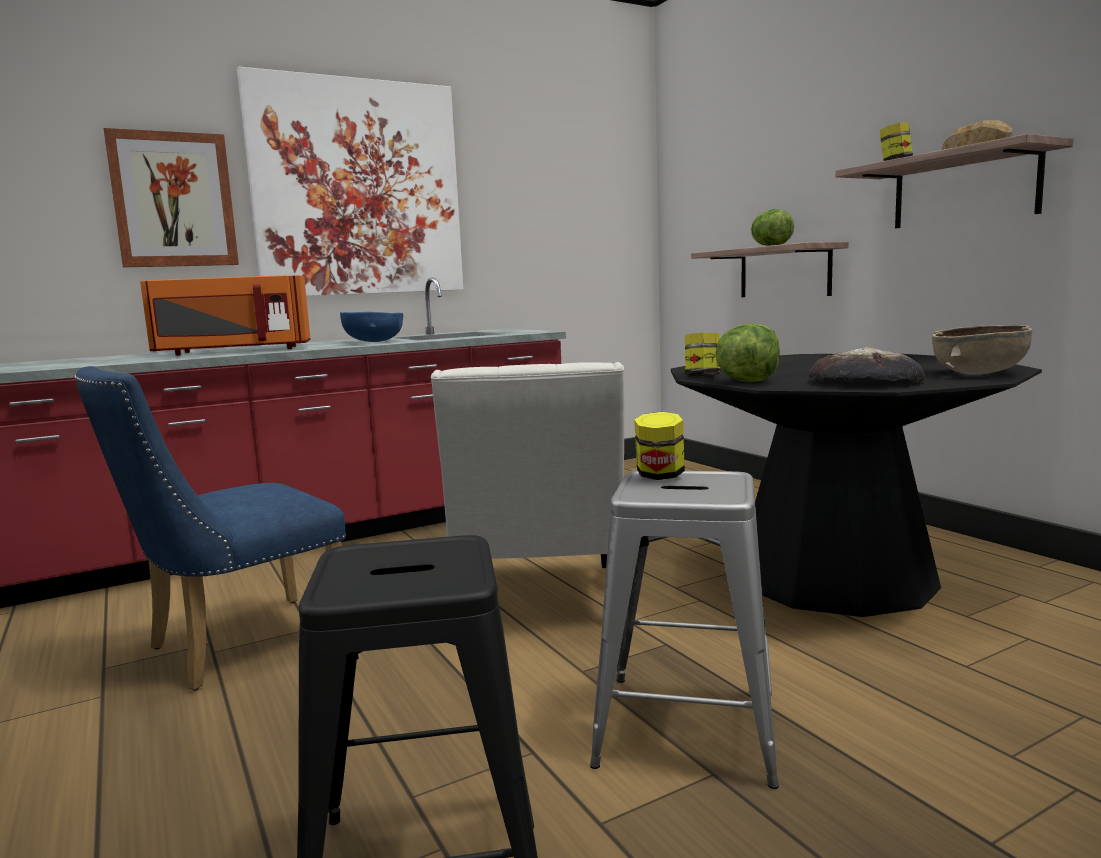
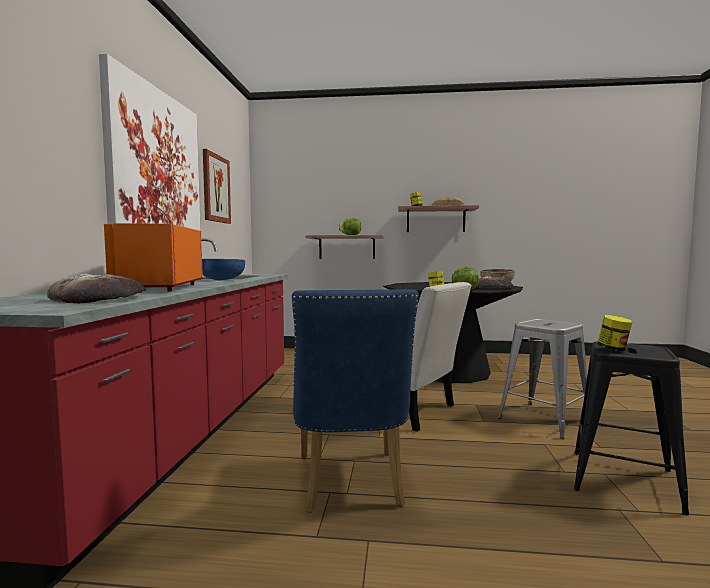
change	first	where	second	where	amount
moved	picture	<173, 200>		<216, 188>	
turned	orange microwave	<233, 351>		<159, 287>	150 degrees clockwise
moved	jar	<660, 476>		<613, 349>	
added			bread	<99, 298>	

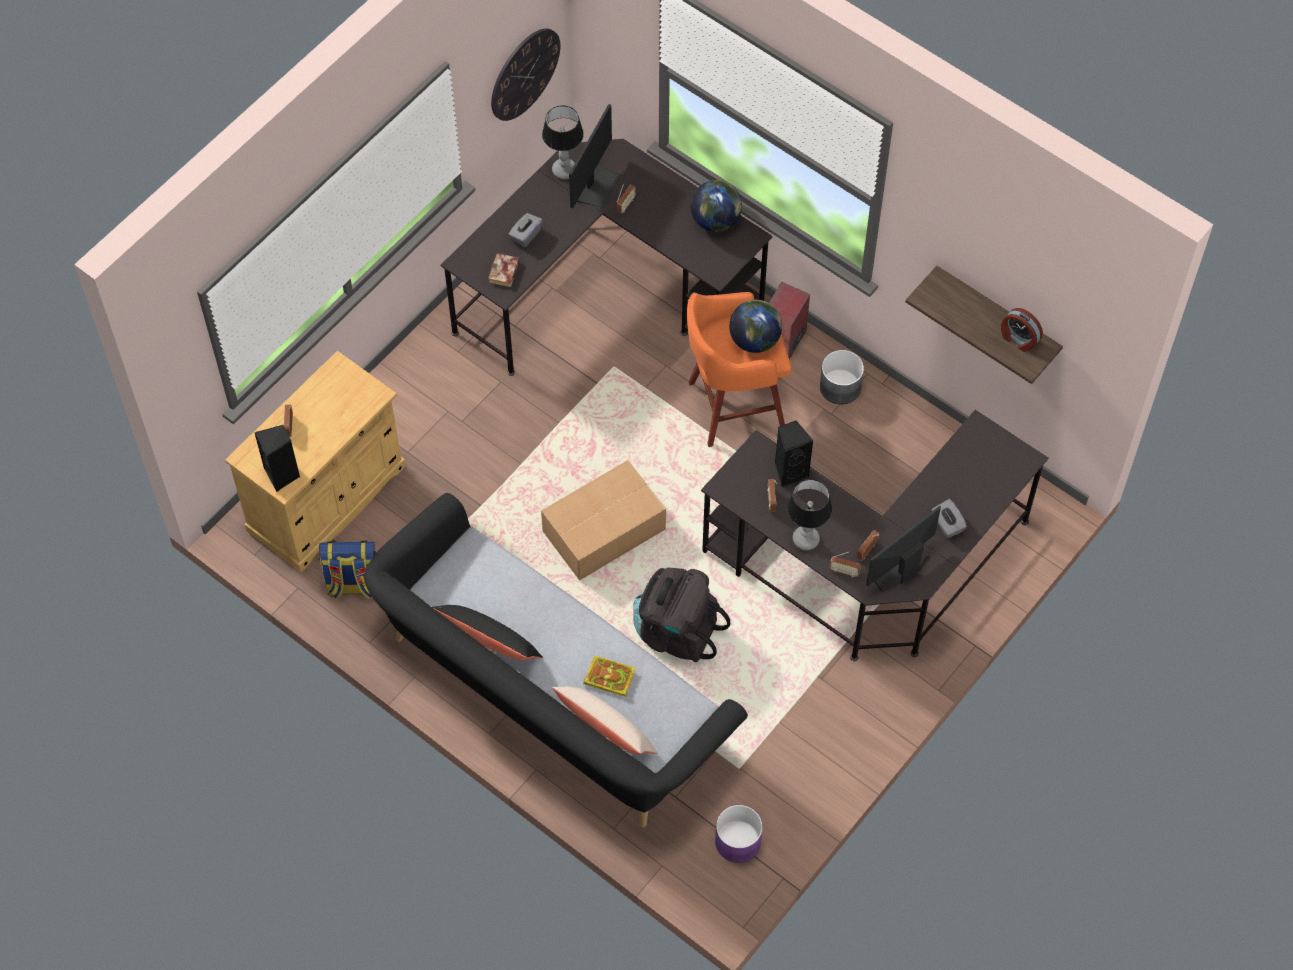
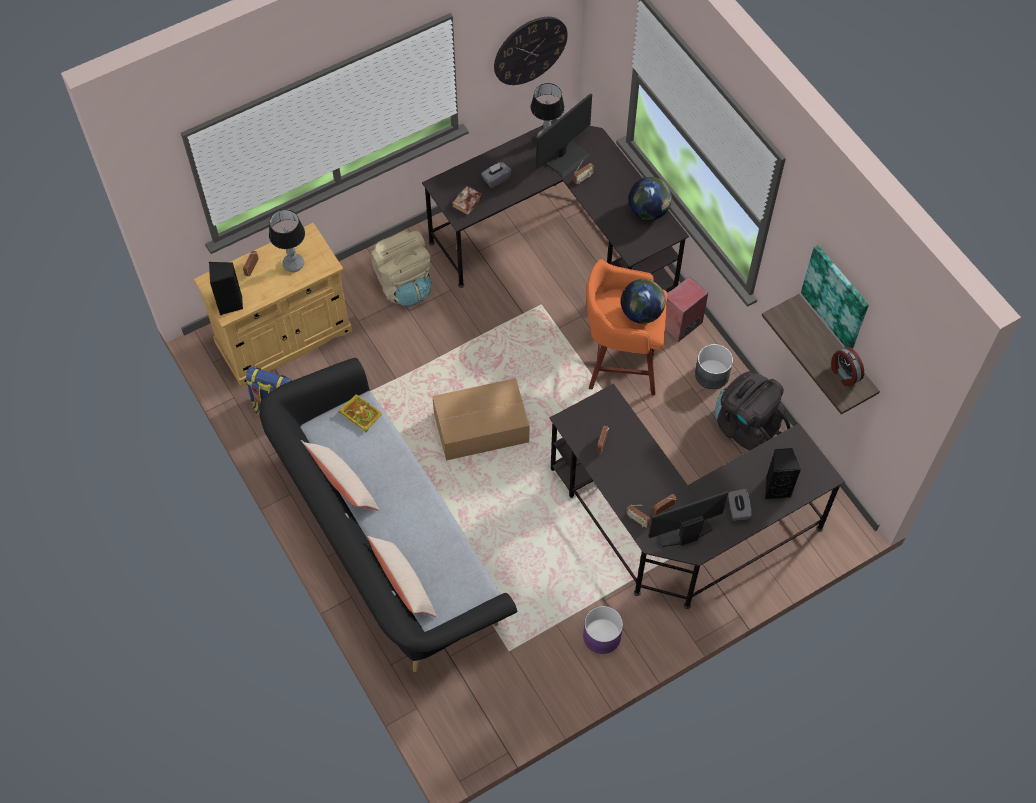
change	first	where	second	where	amount
recoloured	black pillow	<489, 643>	beige pillow	<343, 485>	
moved	book	<608, 678>		<359, 414>	
moved	black backpack	<676, 631>		<746, 426>	
moved	purple planter	<737, 841>		<601, 636>	
moved	black speaker	<790, 471>		<776, 488>	
moved	table lamp	<806, 539>		<294, 264>	
added			beige backpack	<404, 284>	
added			picture	<836, 297>	

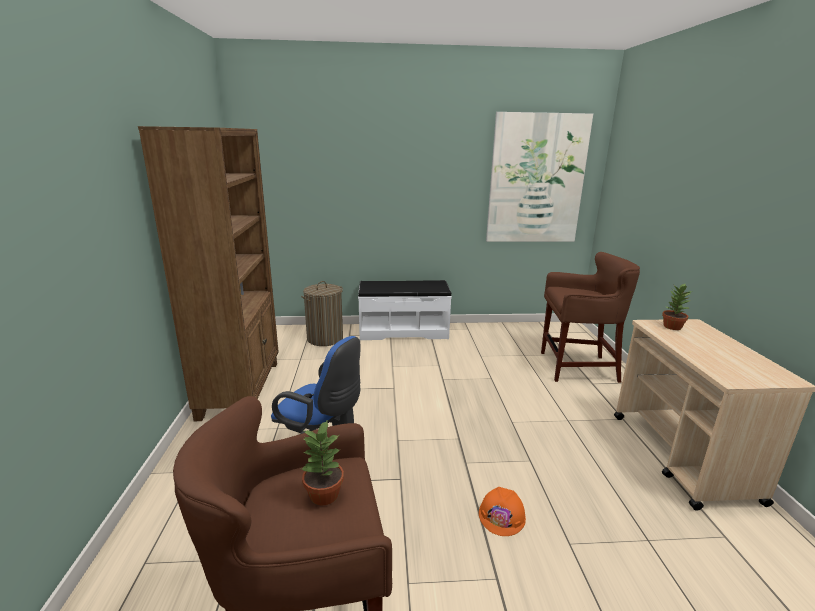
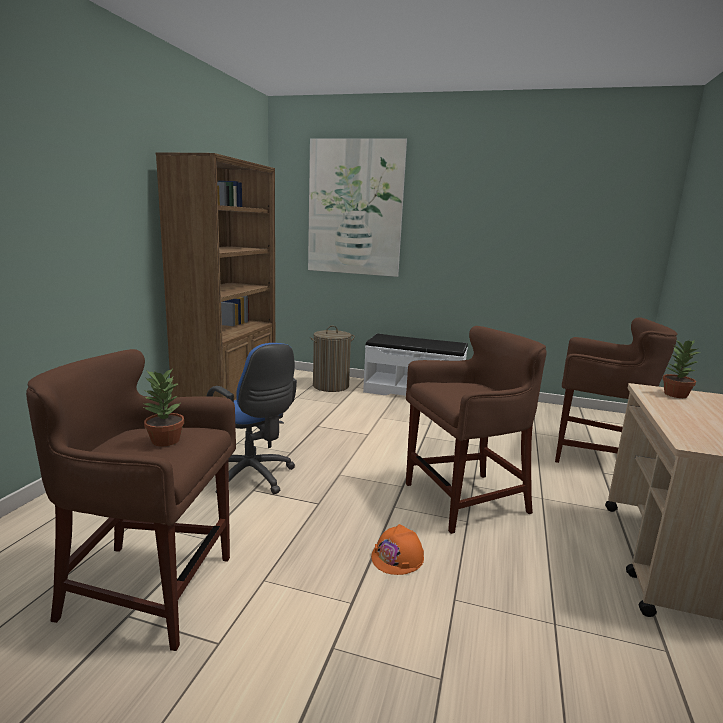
change	first	where	second	where	amount
moved	picture	<536, 179>		<355, 208>	
added			brown stool	<465, 500>	

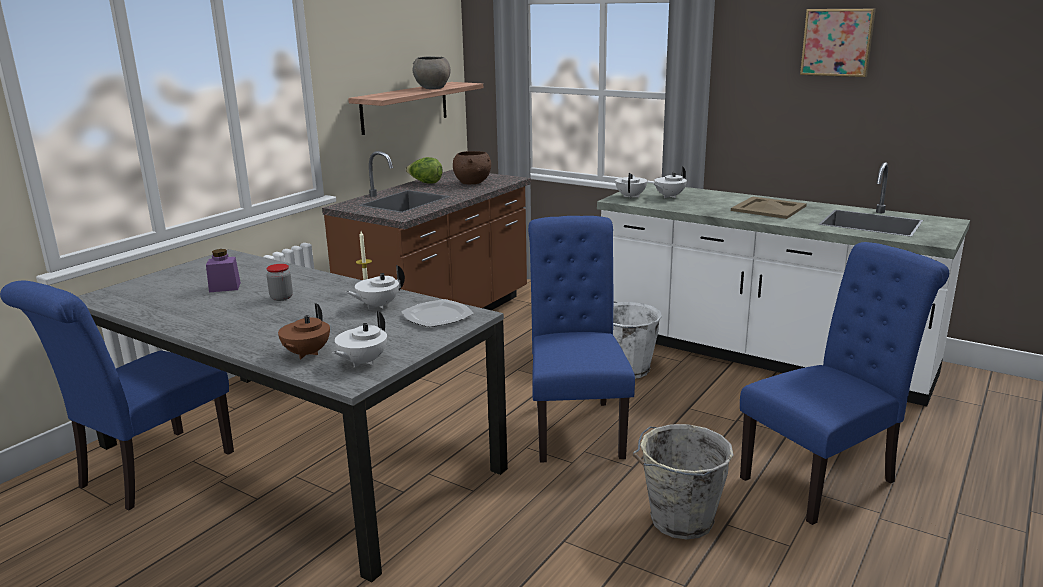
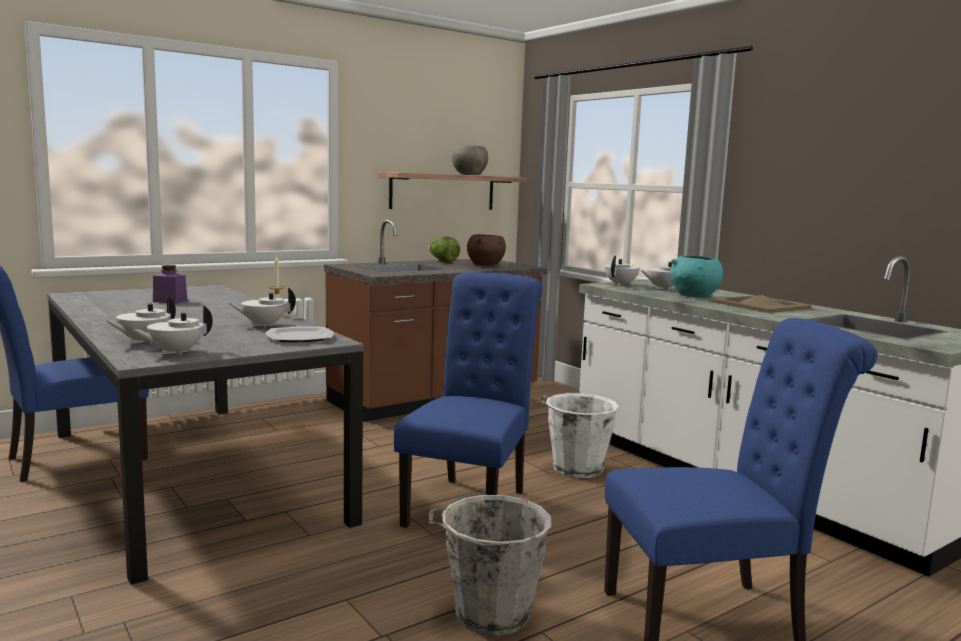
change	first	where	second	where	amount
removed	jar	<281, 298>			
recoloured	brown teapot	<306, 354>	white teapot	<143, 341>	
removed	picture	<837, 42>			
added			turquoise bowl	<694, 296>	

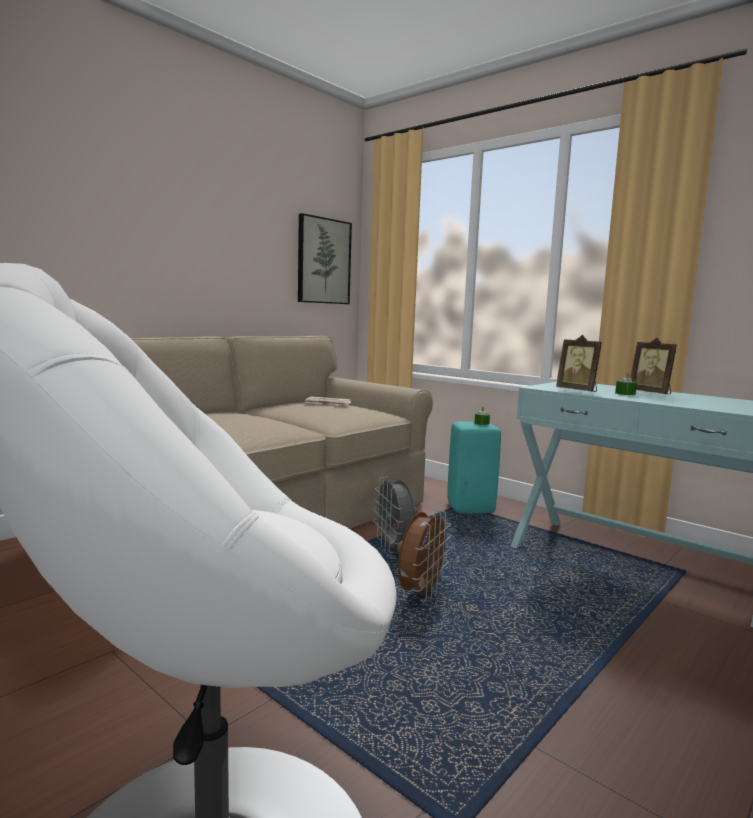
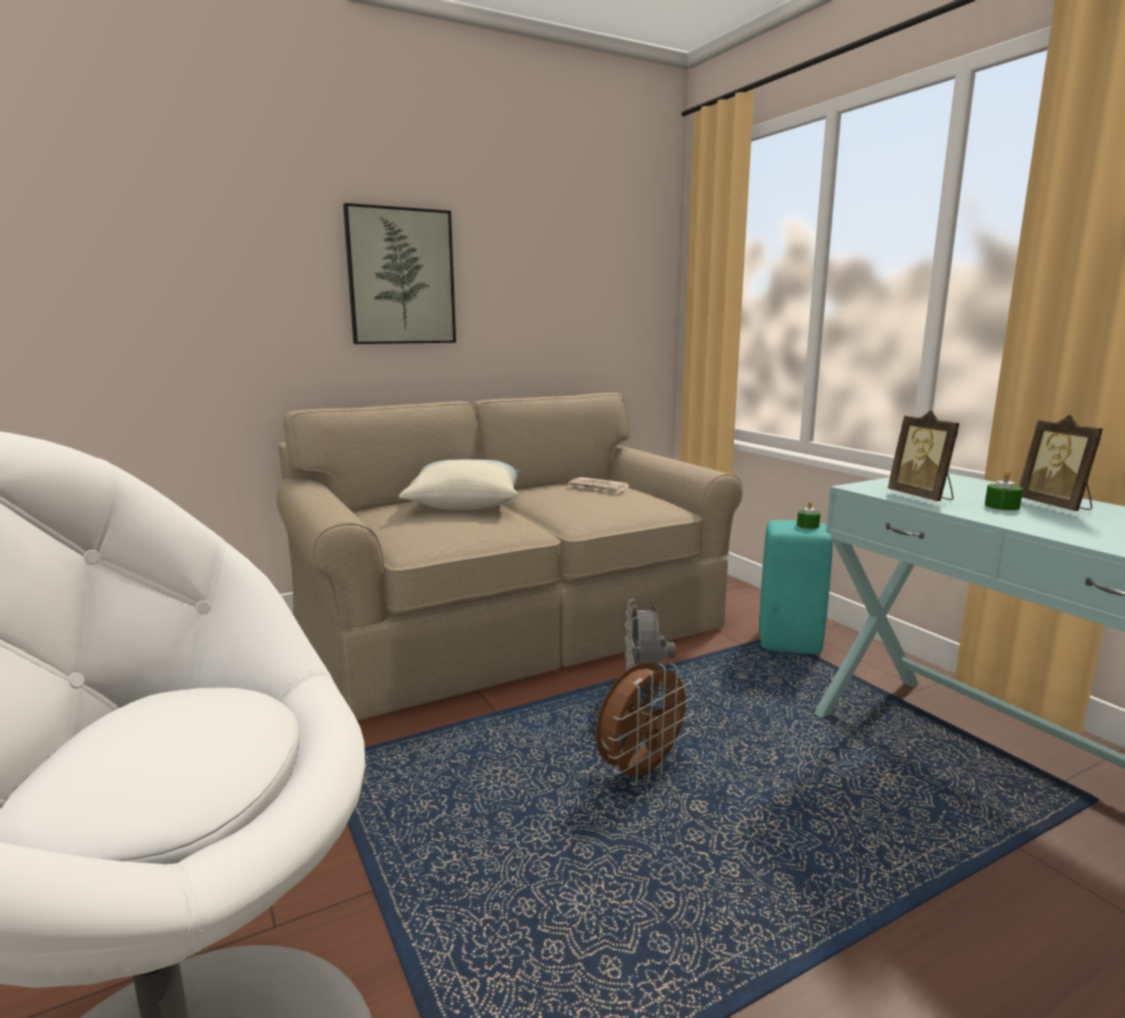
change	first	where	second	where	amount
moved	picture	<323, 261>		<401, 277>	
added			pillow	<465, 503>	

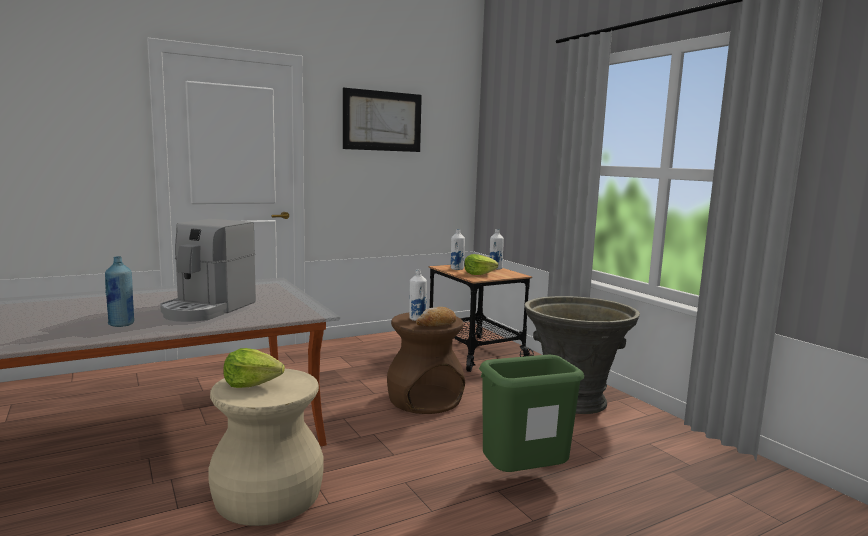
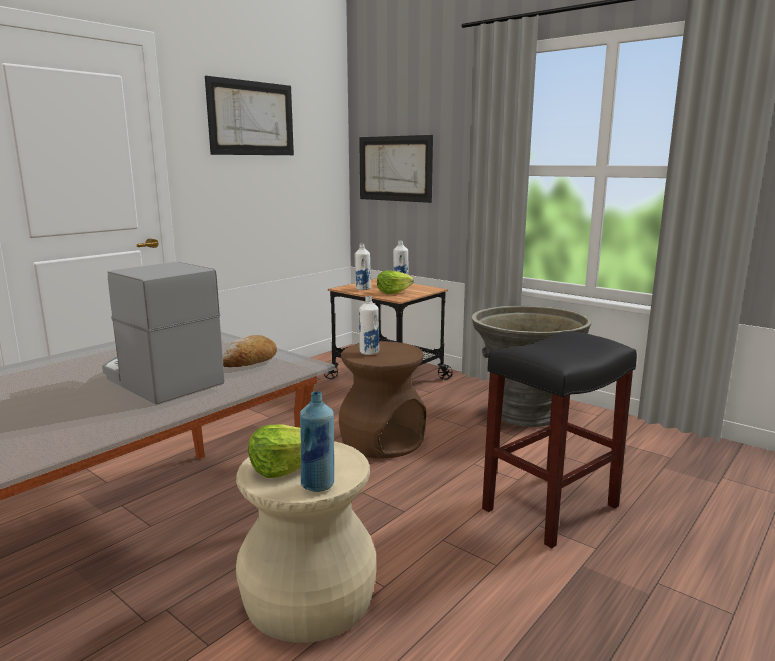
change	first	where	second	where	amount
moved	blue bottle	<121, 324>		<318, 485>	
turned	coffee machine	<208, 309>		<160, 380>	135 degrees clockwise
moved	bread	<436, 324>		<250, 362>	
replaced	green trash can	<524, 479>	black stool	<551, 506>	
added			picture	<395, 168>	

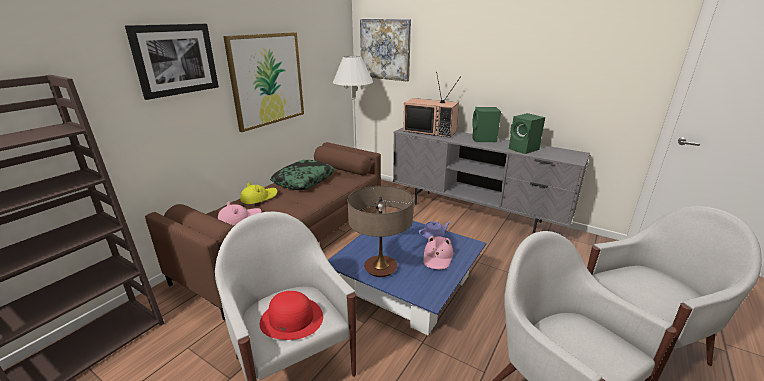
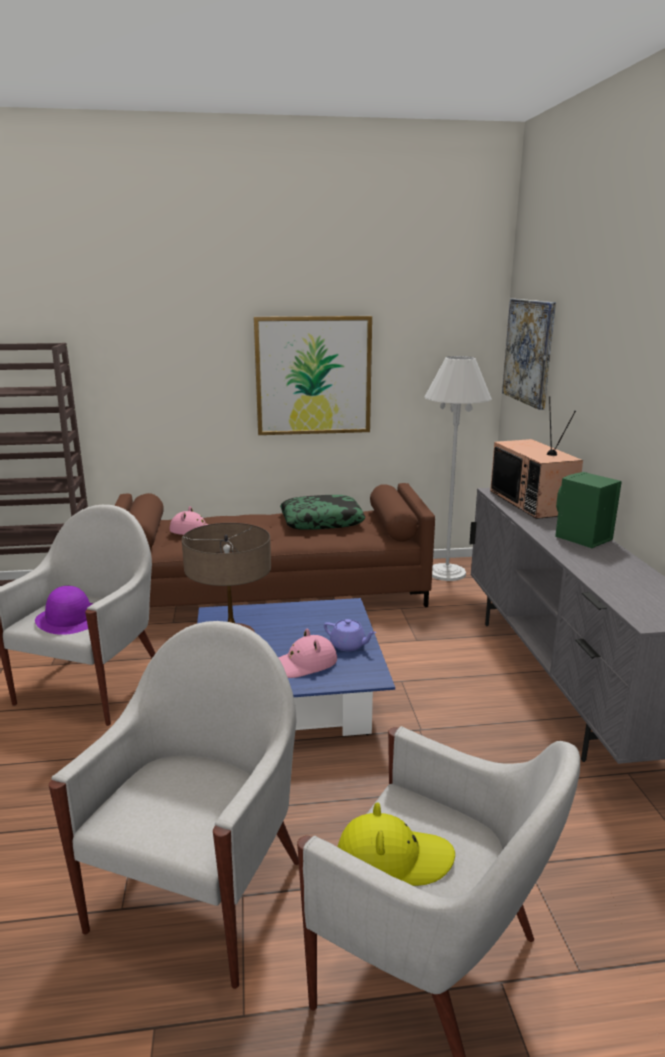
change	first	where	second	where	amount
removed	picture	<175, 59>			
moved	yellow hat	<259, 197>		<393, 858>	
recoloured	red hat	<292, 319>	purple hat	<69, 618>	
removed	green speaker	<524, 149>			

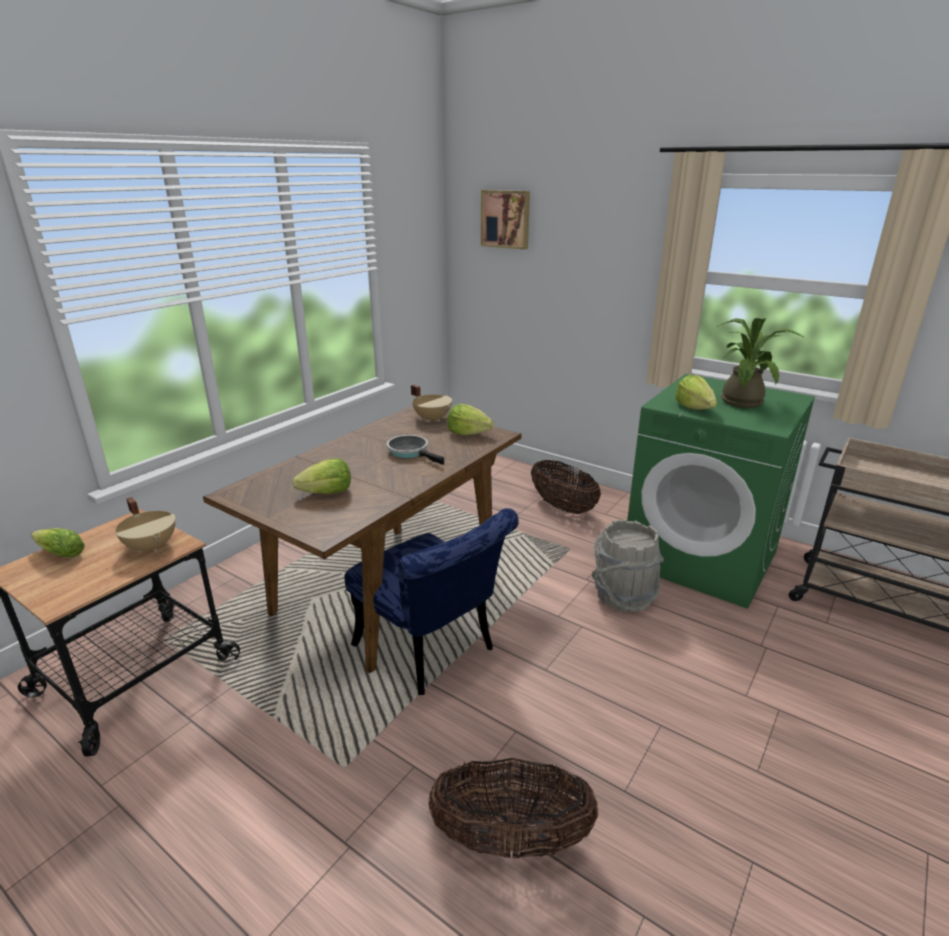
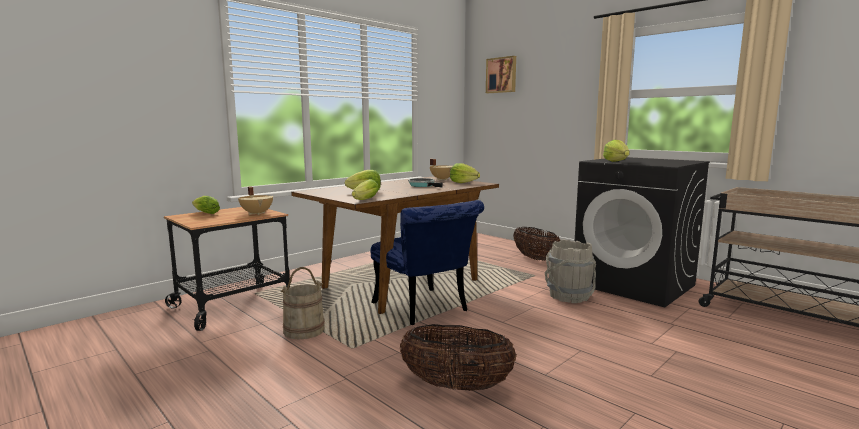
change	first	where	second	where	amount
recoloured	green washing machine	<701, 558>	black washing machine	<634, 284>	
removed	potted plant	<743, 400>			
added			beige bucket	<304, 330>	
added			lettuce	<364, 200>	

